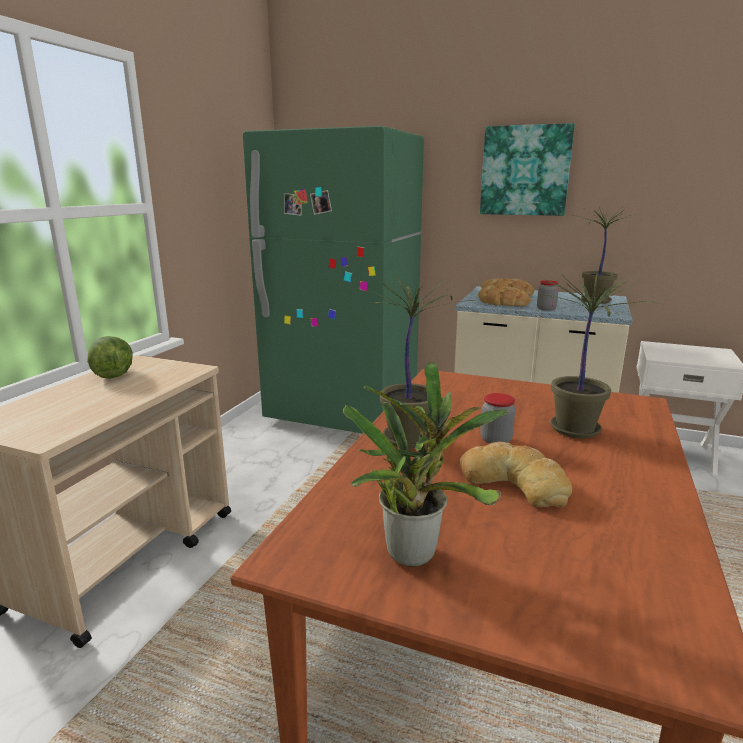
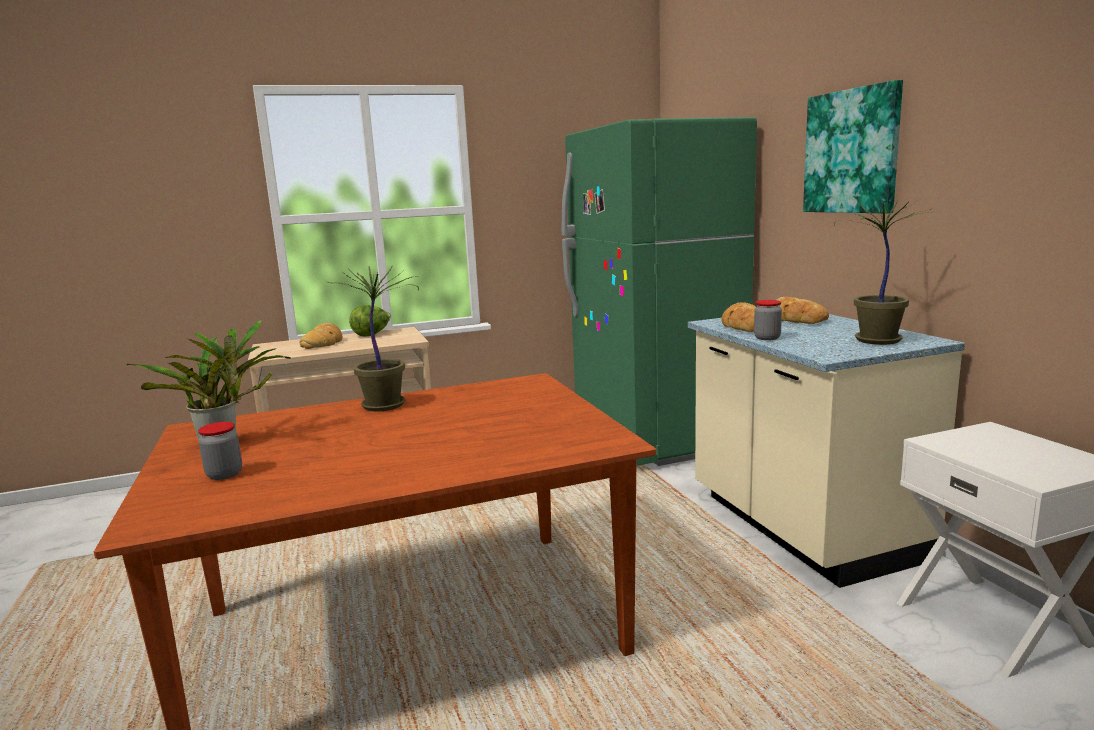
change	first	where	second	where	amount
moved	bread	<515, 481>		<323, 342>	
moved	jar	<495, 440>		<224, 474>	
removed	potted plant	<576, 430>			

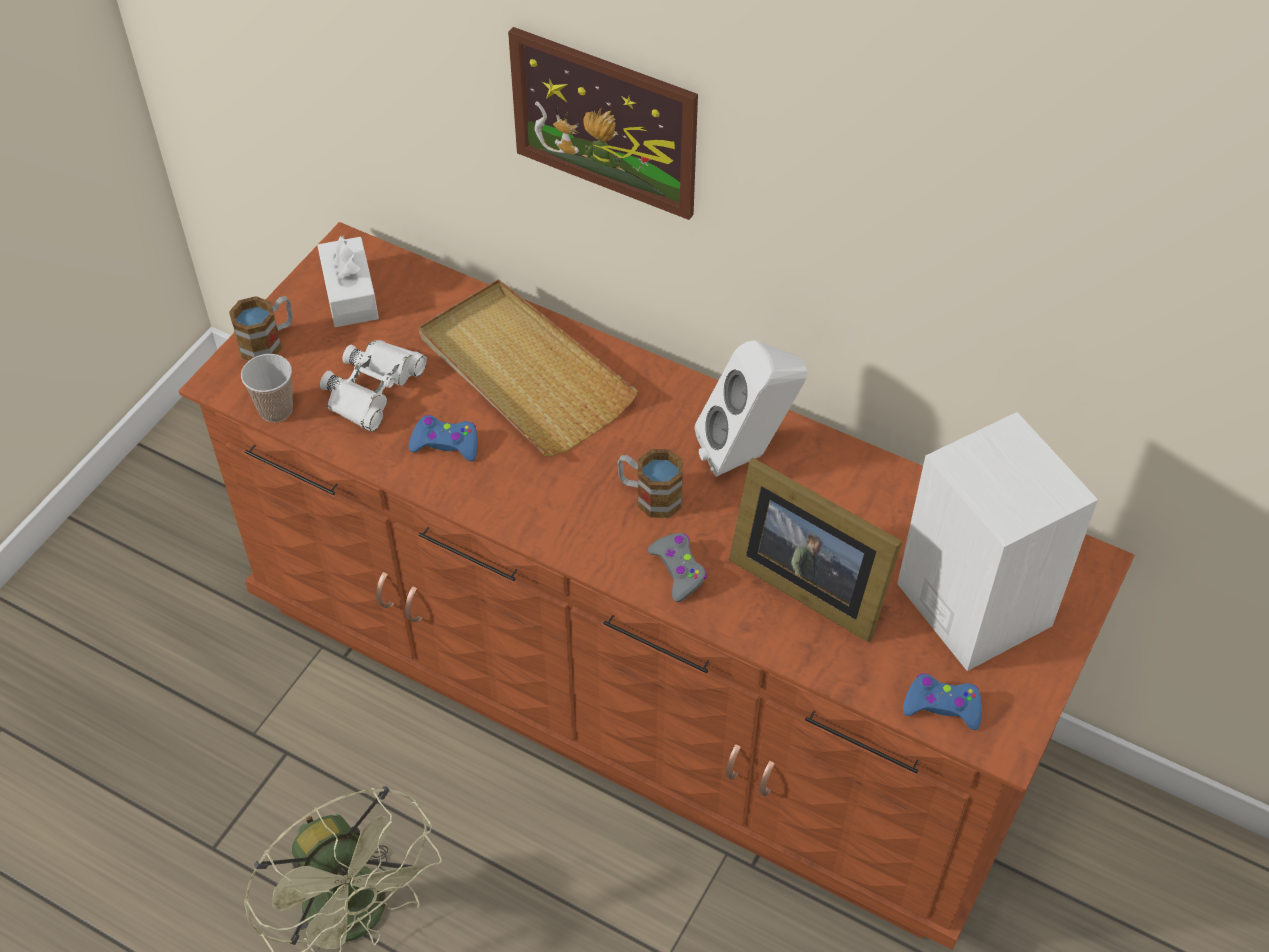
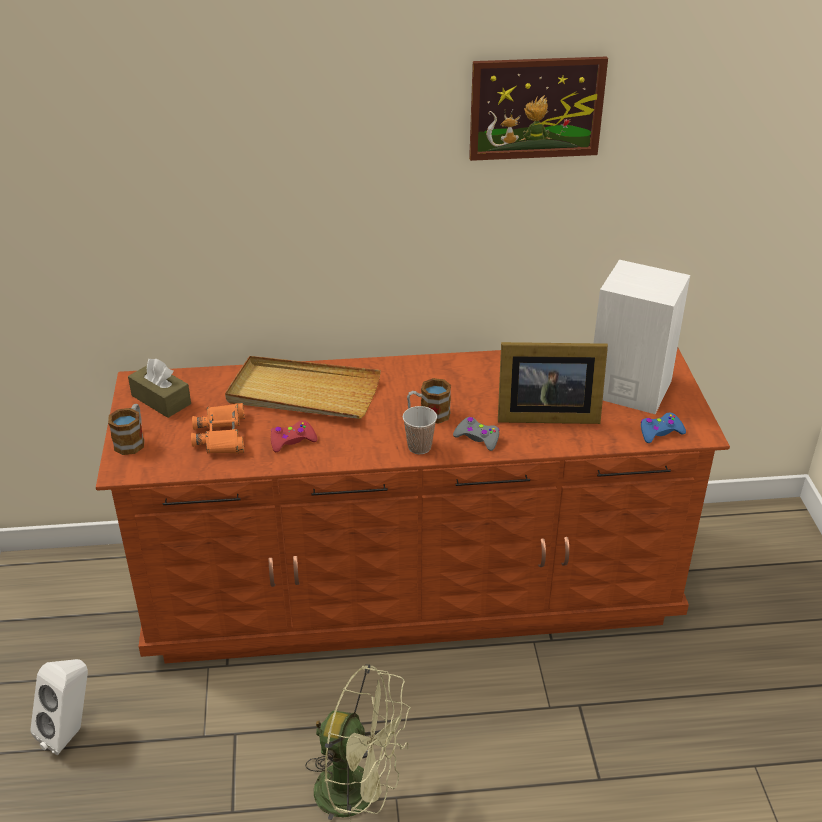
change	first	where	second	where	amount
moved	cup	<276, 410>		<419, 447>	
recoloured	white tissue box	<350, 294>	brown tissue box	<161, 400>	
recoloured	white binoculars	<373, 389>	orange binoculars	<222, 435>	
recoloured	blue game controller	<446, 444>	red game controller	<292, 441>	
moved	picture	<604, 122>		<536, 108>	
moved	white speaker	<748, 454>		<71, 732>	

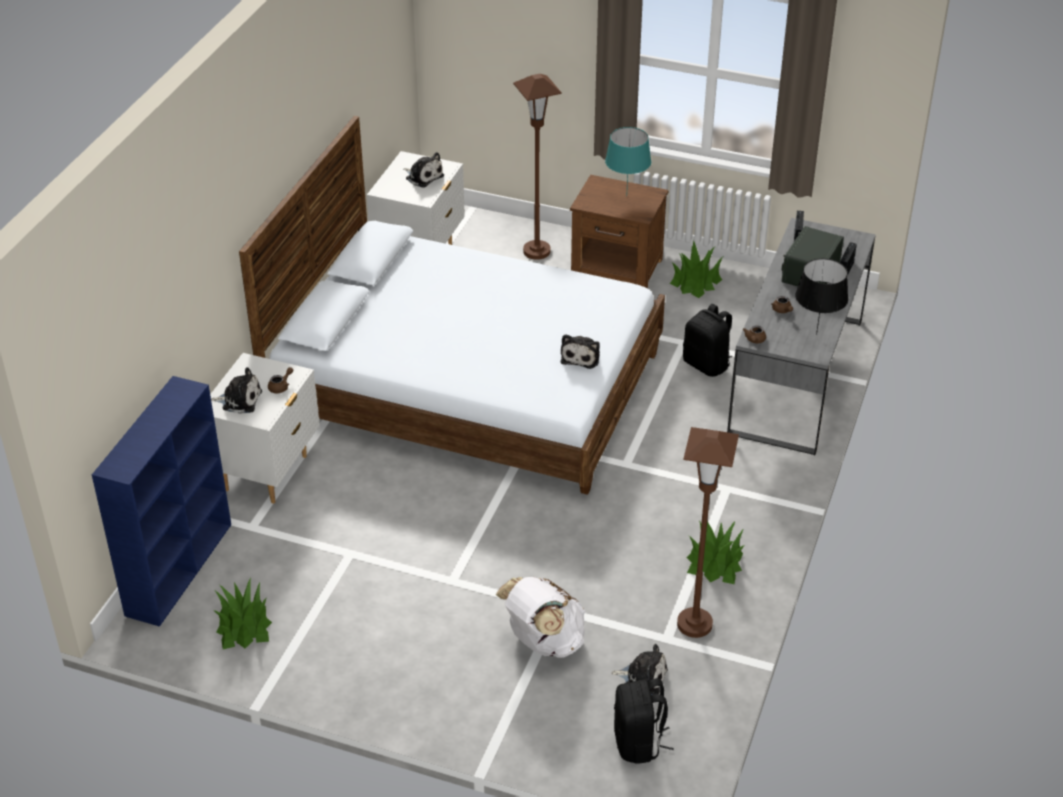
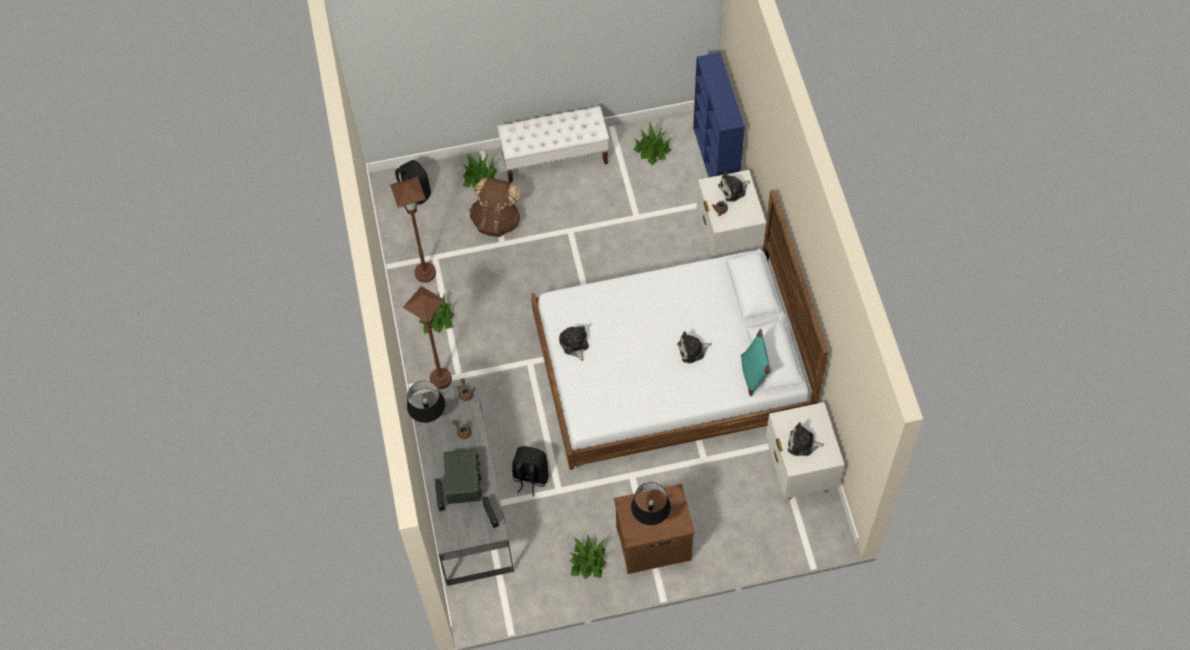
change	first	where	second	where	amount
recoloured	white backpack	<543, 641>	brown backpack	<497, 221>	
moved	brown floor lamp	<537, 251>		<440, 379>	
recoloured	turquoise table lamp	<626, 196>	black table lamp	<650, 520>	
moved	plush toy	<643, 677>		<692, 350>	
added			potted plant	<480, 177>	
added			white bench	<555, 158>	
added			turquoise pillow	<753, 373>	

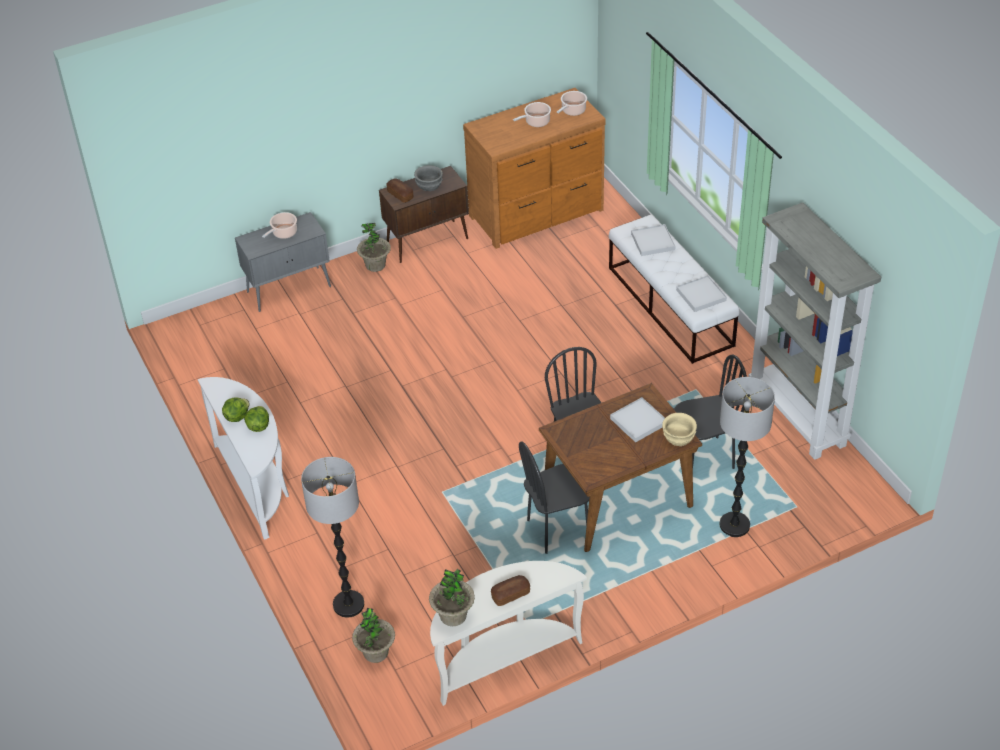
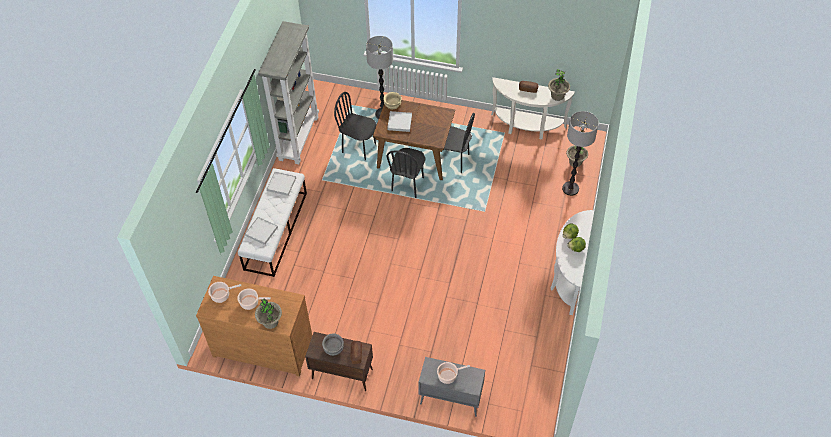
change	first	where	second	where	amount
moved	potted plant	<375, 265>		<270, 322>	

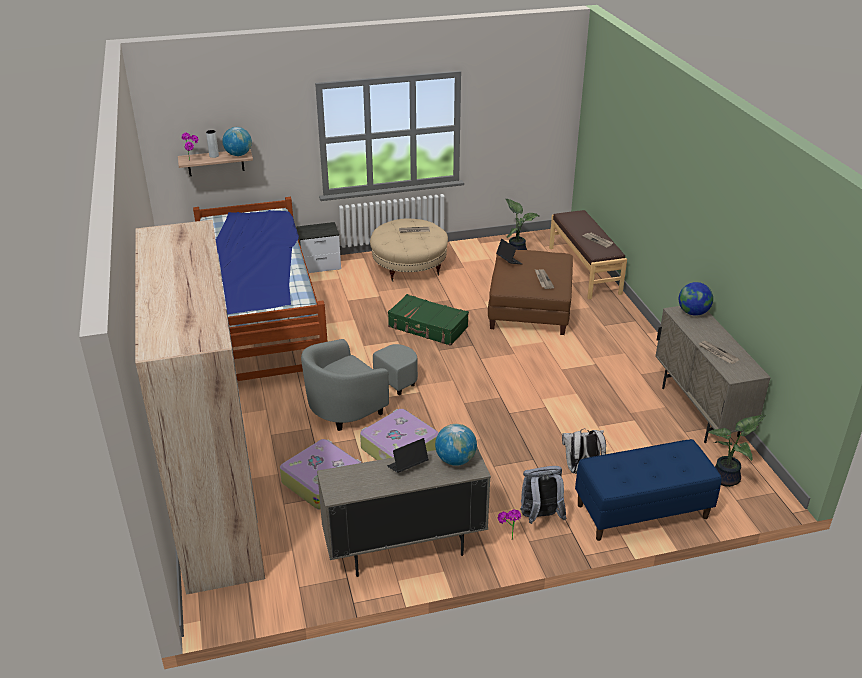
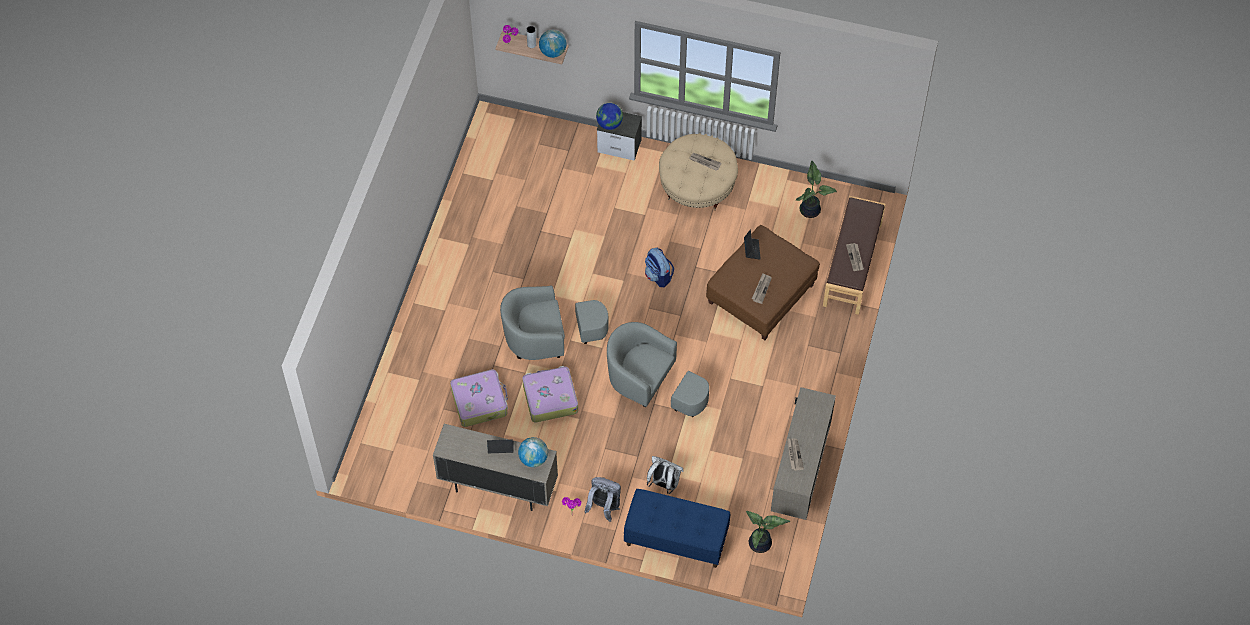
change	first	where	second	where	amount
removed	beige wardrobe	<217, 502>			
removed	bed	<260, 321>			
replaced	green suitcase	<428, 327>	backpack	<658, 276>	
moved	globe	<693, 312>		<609, 124>	
added			grey armchair	<651, 384>	

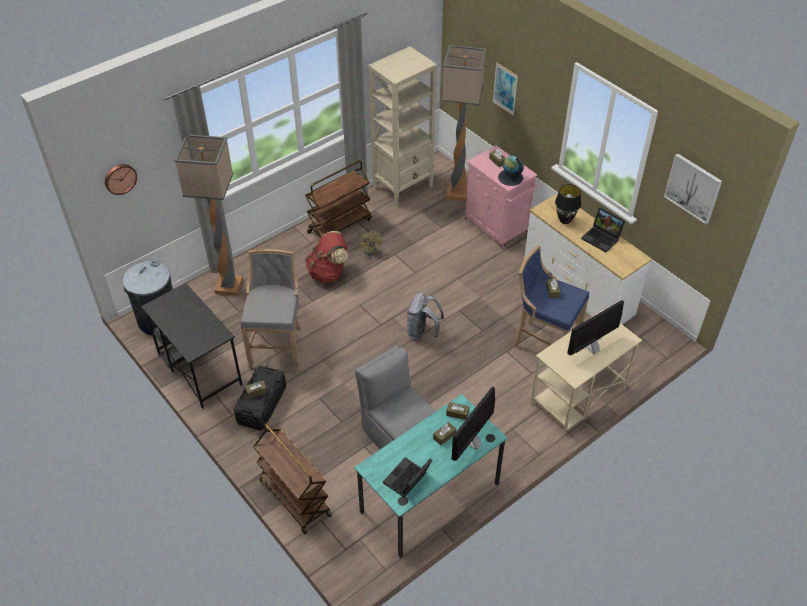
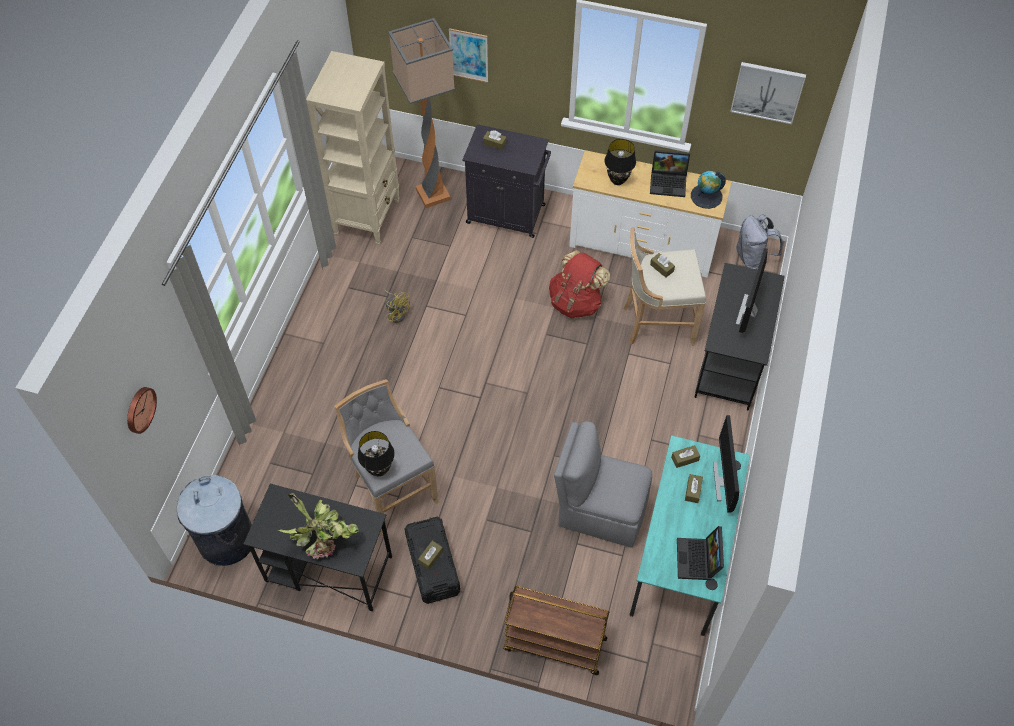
change	first	where	second	where	amount
removed	floor lamp	<228, 285>			
removed	brown cart	<339, 225>			
moved	red backpack	<328, 273>		<576, 302>	
moved	grey backpack	<422, 332>		<753, 258>	
recoloured	pink cabinet	<497, 227>	black cabinet	<507, 214>	
moved	globe	<510, 177>		<706, 196>	
recoloured	blue stool	<543, 343>	beige stool	<655, 323>	
recoloured	beige desk	<577, 396>	black desk	<730, 362>	
added			potted plant	<323, 539>	
added			black table lamp	<379, 469>	

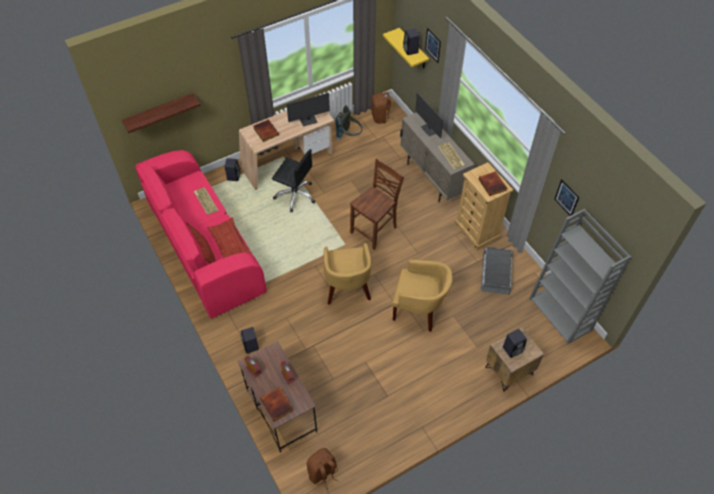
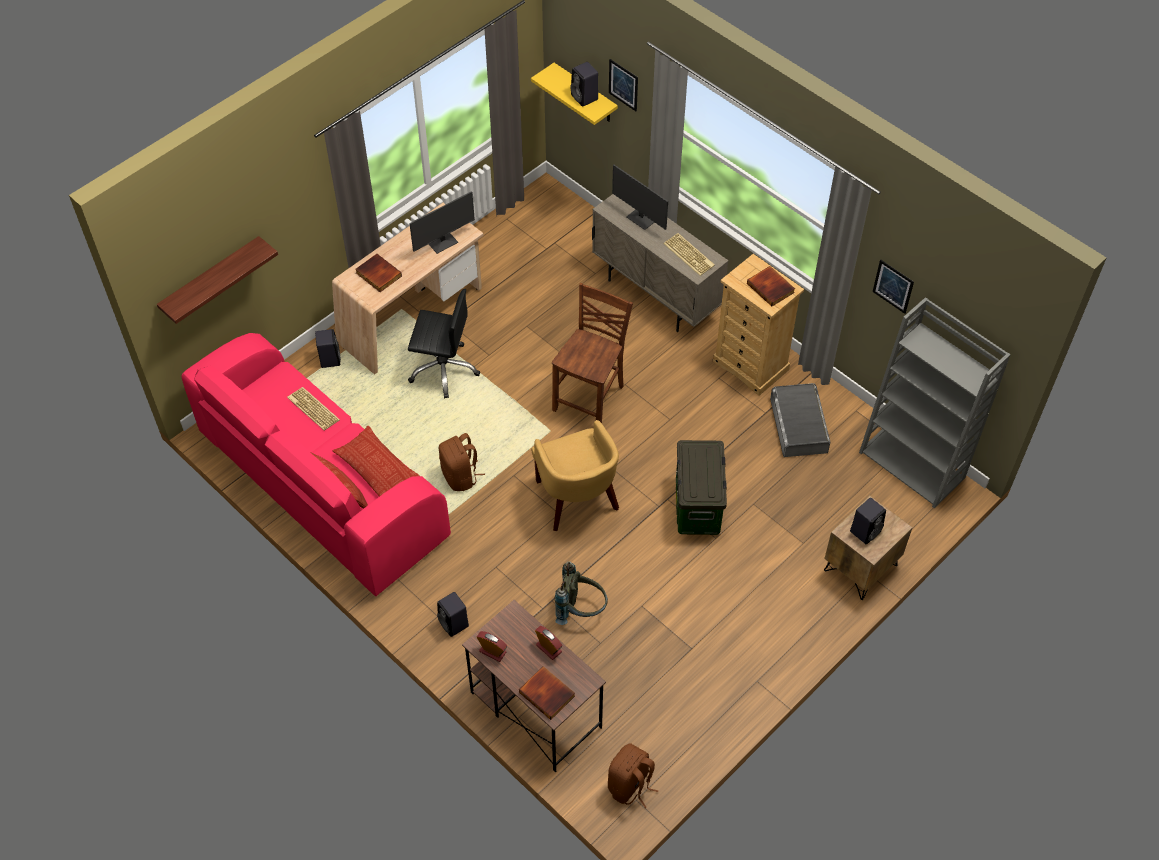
change	first	where	second	where	amount
moved	grey backpack	<349, 136>		<580, 610>	
moved	brown backpack	<380, 117>		<460, 476>	
replaced	yellow armchair	<419, 309>	storage box	<698, 507>	

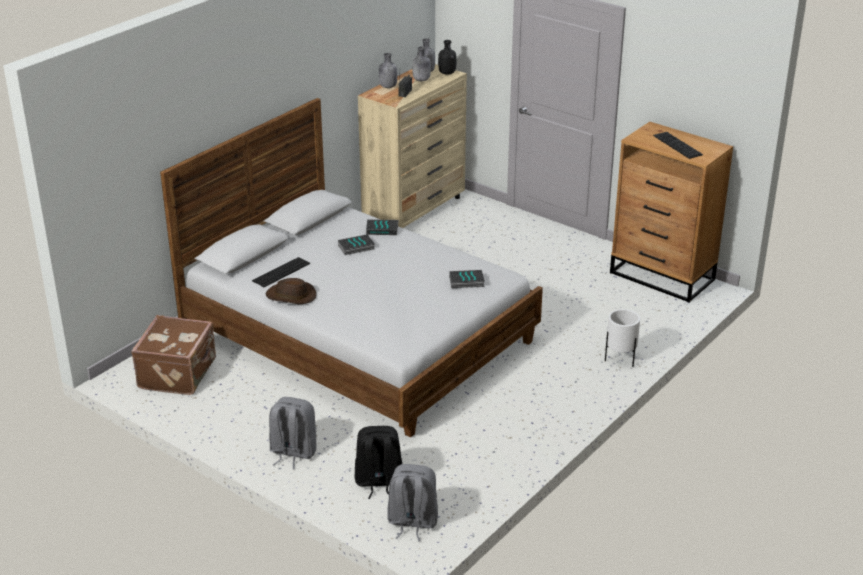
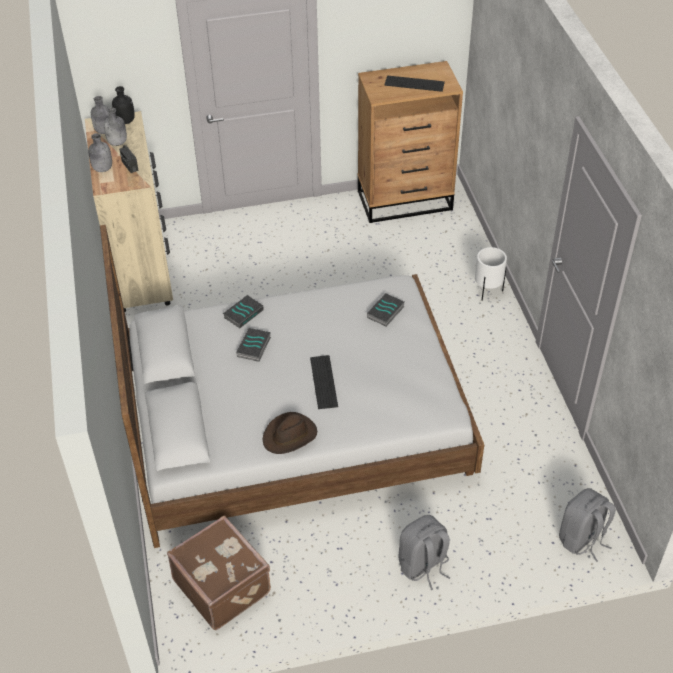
change	first	where	second	where	amount
moved	keyboard	<281, 272>		<323, 382>	
removed	black backpack	<378, 482>			

